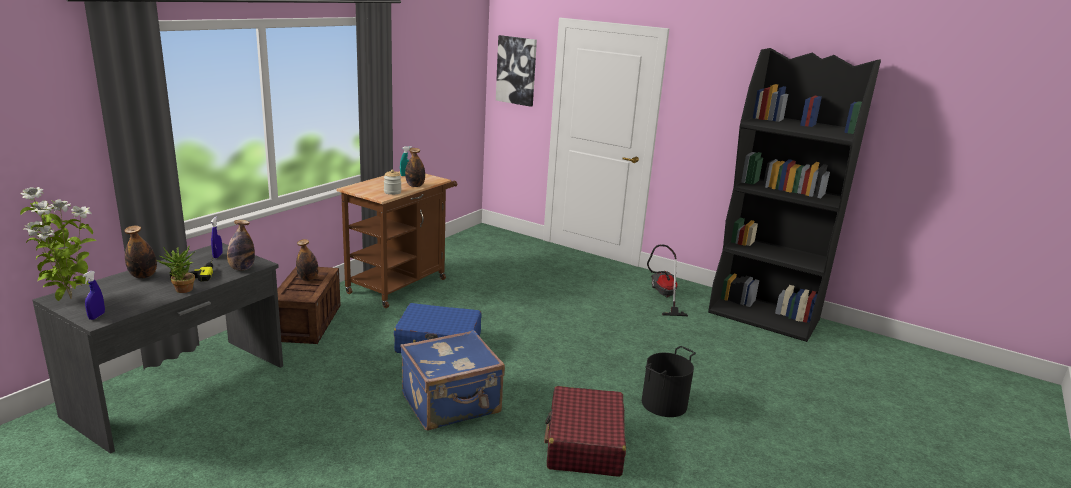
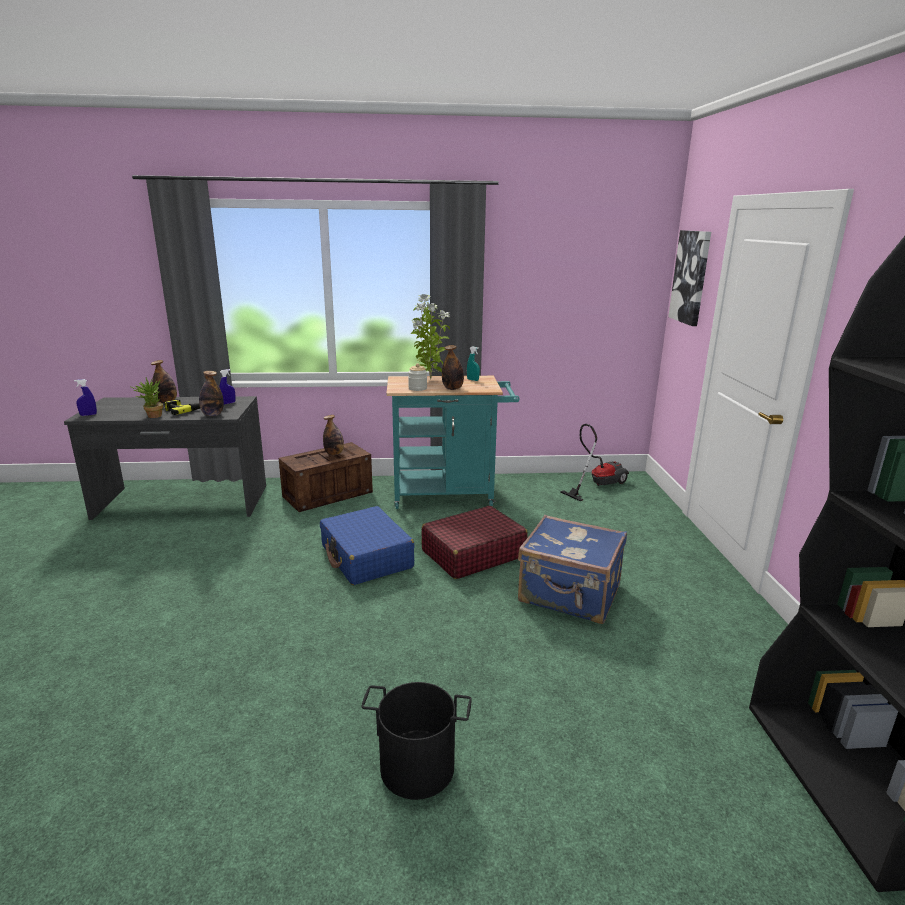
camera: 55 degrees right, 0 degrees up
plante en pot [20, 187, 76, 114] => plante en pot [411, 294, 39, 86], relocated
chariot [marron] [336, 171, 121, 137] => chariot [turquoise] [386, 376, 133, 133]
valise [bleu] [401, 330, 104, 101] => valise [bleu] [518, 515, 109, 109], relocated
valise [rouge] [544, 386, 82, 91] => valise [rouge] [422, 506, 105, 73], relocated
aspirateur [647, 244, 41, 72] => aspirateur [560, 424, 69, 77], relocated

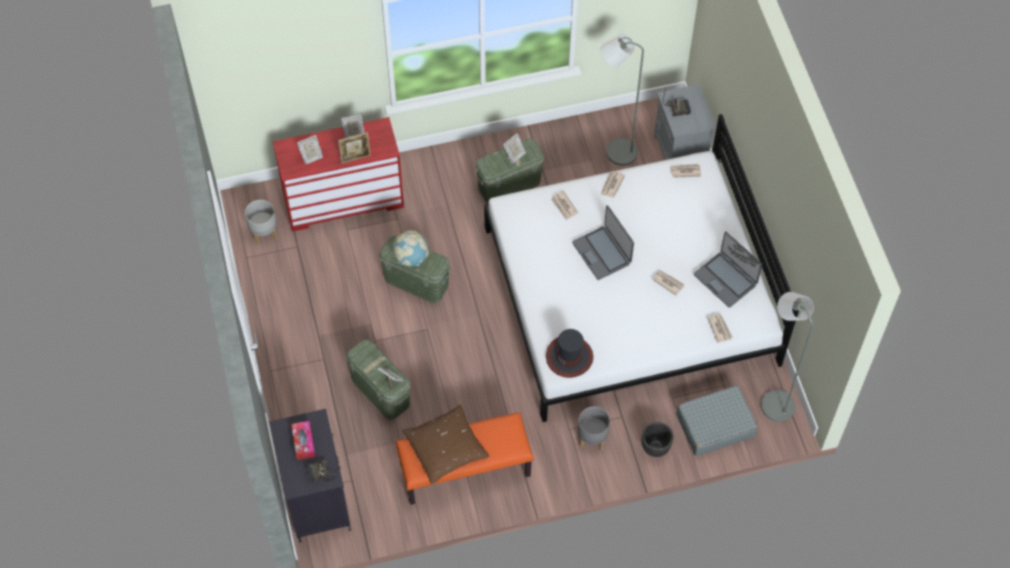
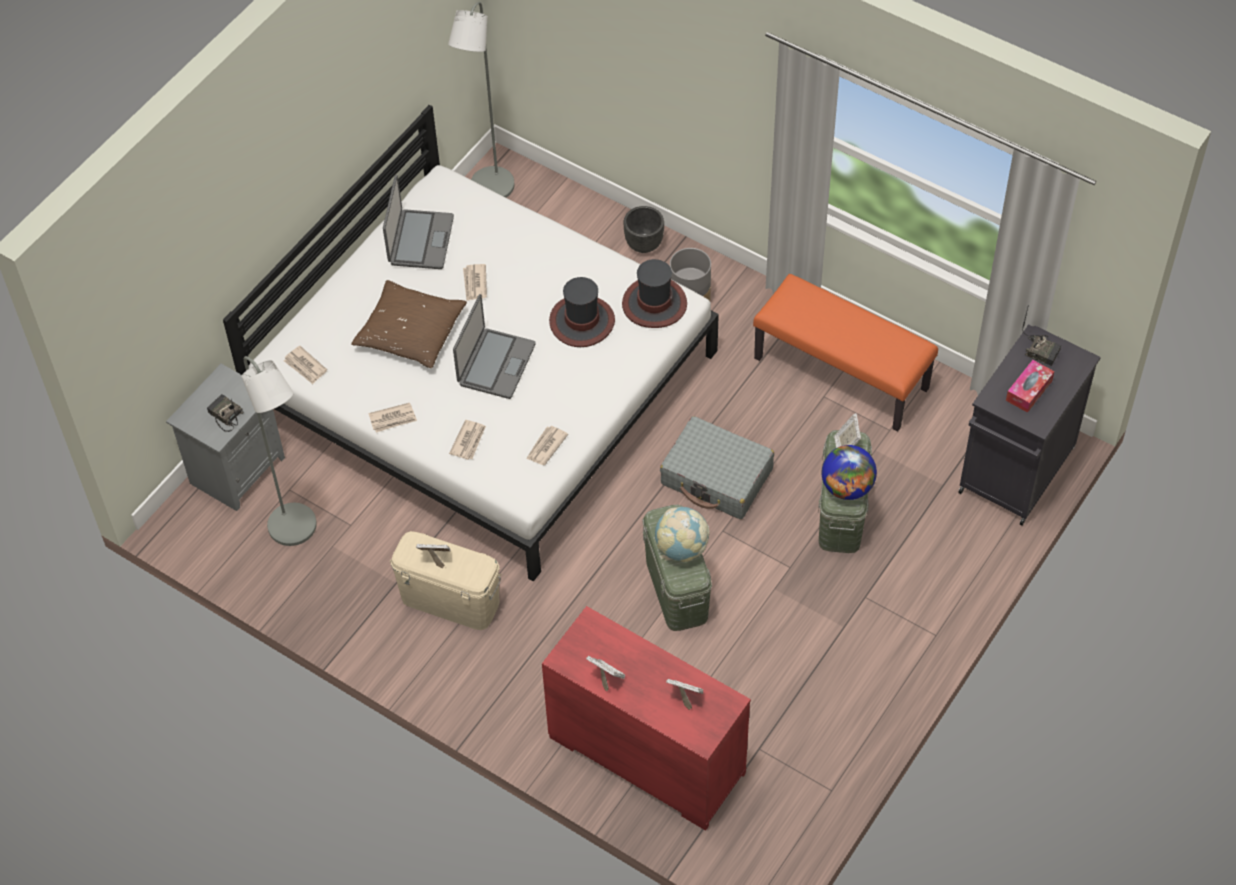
camera: 130 degrees left, 5 degrees down
cache-pot [gris] [245, 200, 32, 44] => nothing
cadre photo [338, 132, 33, 32] => nothing
coussin [marron] [403, 404, 87, 80] => coussin [marron] [351, 280, 116, 88], relocated
boîte de rangement [vert] [474, 139, 71, 65] => boîte de rangement [beige] [390, 531, 112, 99]
valise [gris] [676, 385, 82, 71] => valise [gris] [660, 416, 114, 103], relocated
journal [707, 314, 26, 29] => journal [526, 426, 42, 39], relocated
nothing => chapeau [549, 277, 66, 70]
nothing => globe [822, 445, 55, 55]

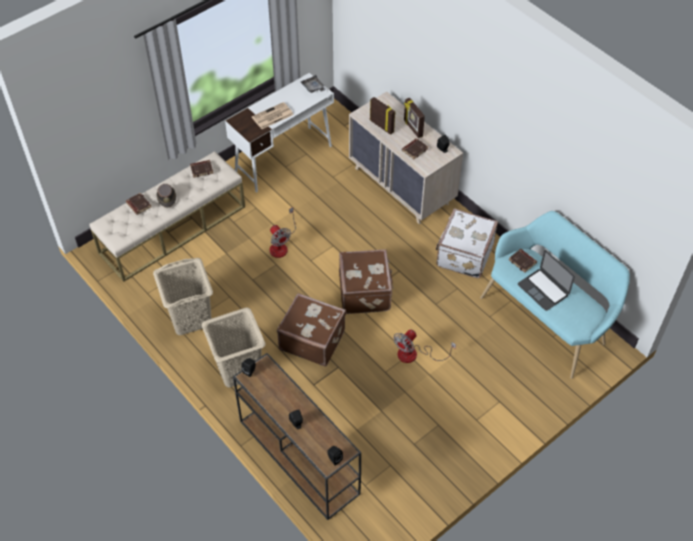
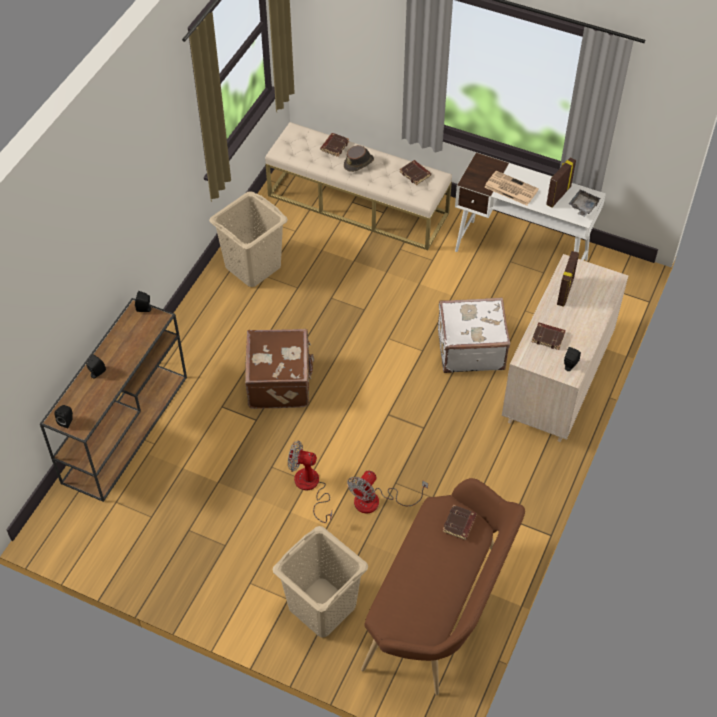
camera: 65 degrees right, 0 degrees up
panier à linge [beige] [202, 307, 63, 80] => panier à linge [beige] [272, 526, 96, 112], relocated
ventilateur [270, 207, 26, 51] => ventilateur [347, 470, 81, 44], relocated
valise [marron] [339, 249, 55, 65] => nothing
cadre photo [404, 98, 21, 40] => cadre photo [546, 157, 30, 51], relocated
valise [blanc] [436, 208, 62, 70] => valise [blanc] [438, 297, 72, 76], relocated
banc [turquoise] [480, 211, 150, 168] => banc [marron] [361, 478, 164, 217]
ordinateur portable [518, 250, 57, 61] => nothing

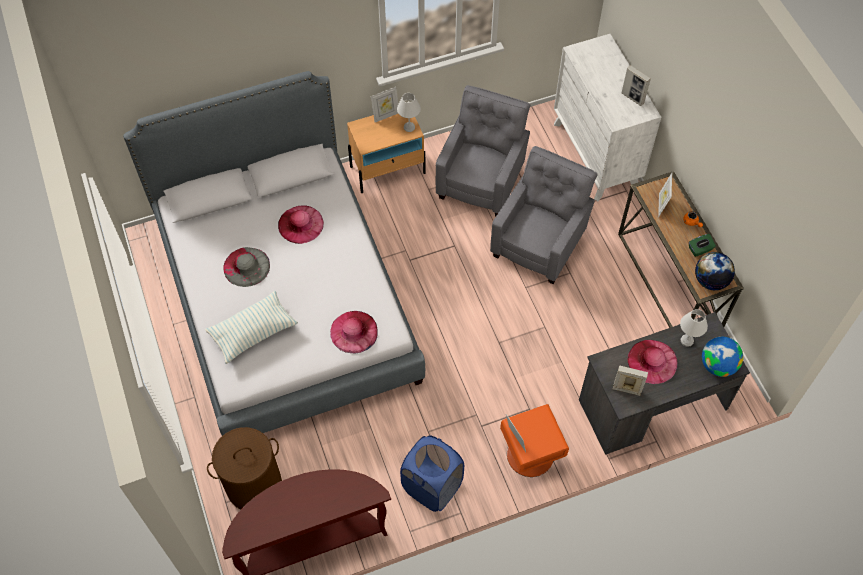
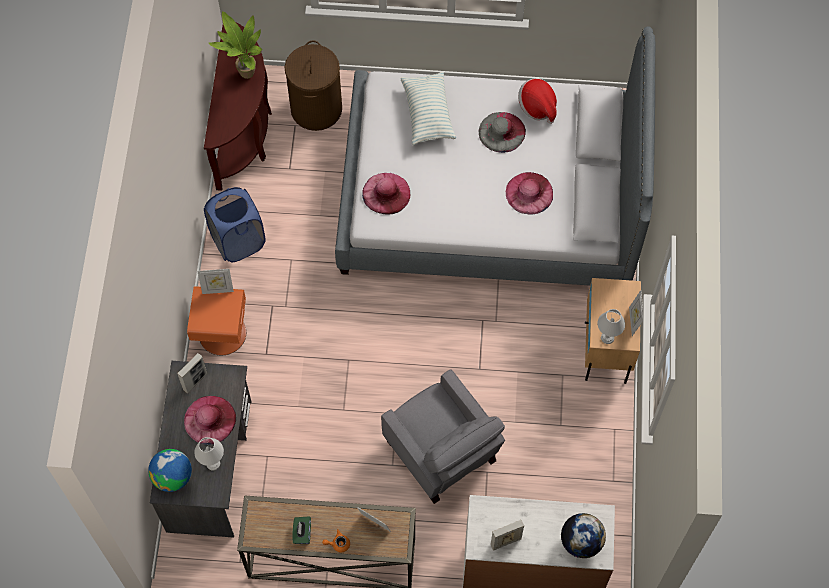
camera: 115 degrees right, 5 degrees up
fauteuil [gris] [436, 85, 94, 131] => nothing
globe [695, 252, 40, 38] => globe [561, 513, 45, 45], relocated
nothing => plante en pot [209, 11, 54, 68]
nothing => chapeau [518, 78, 39, 46]

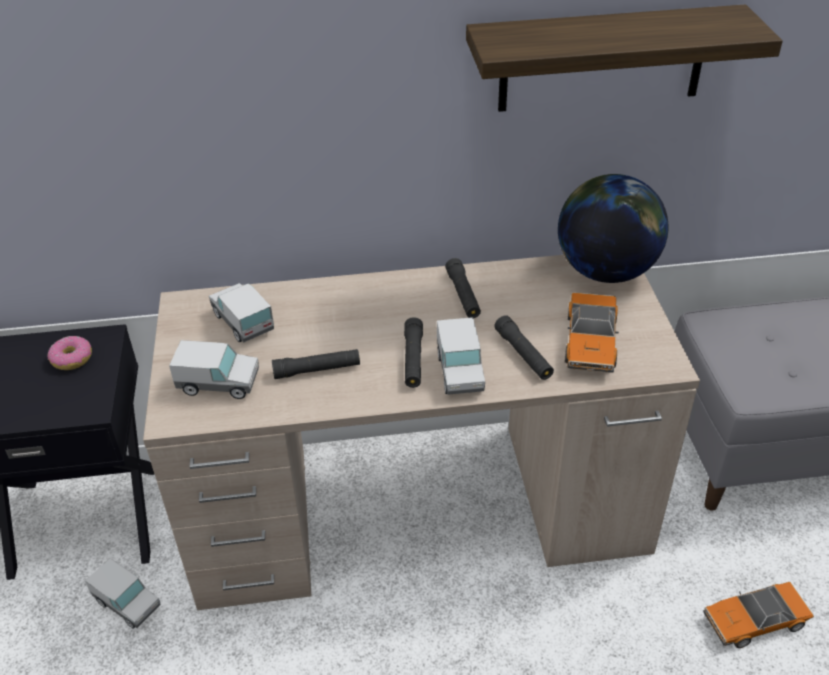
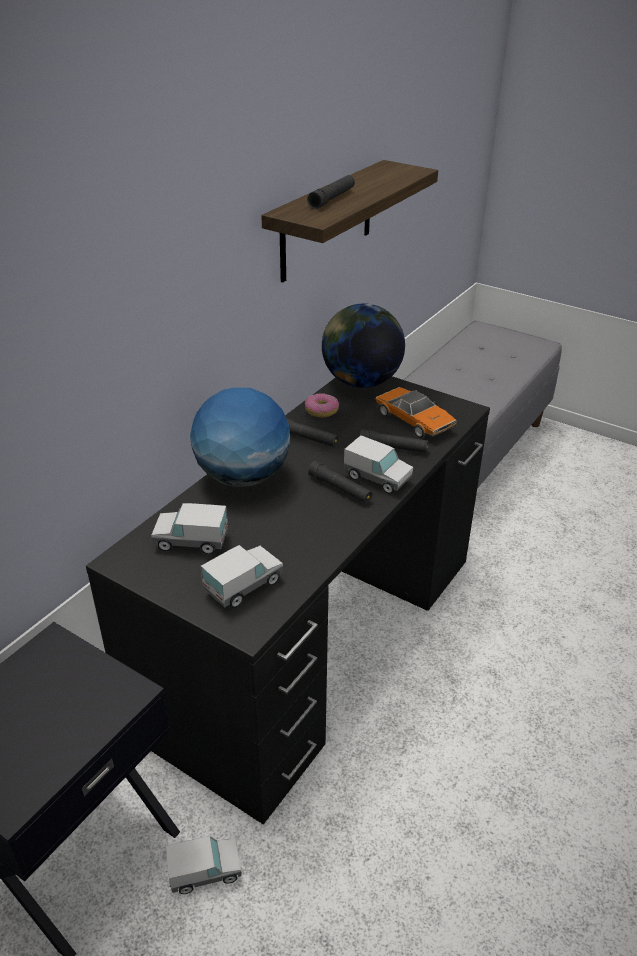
camera: 50 degrees left, 5 degrees down
beignet [47, 336, 45, 34] => beignet [305, 393, 34, 24], relocated
bureau [beige] [143, 255, 557, 355] => bureau [noir] [86, 376, 404, 449]
lampe de poche [noir] [272, 349, 88, 30] => lampe de poche [noir] [307, 175, 48, 34], relocated
petite voiture [703, 582, 111, 66] => nothing
nothing => globe [190, 388, 100, 99]

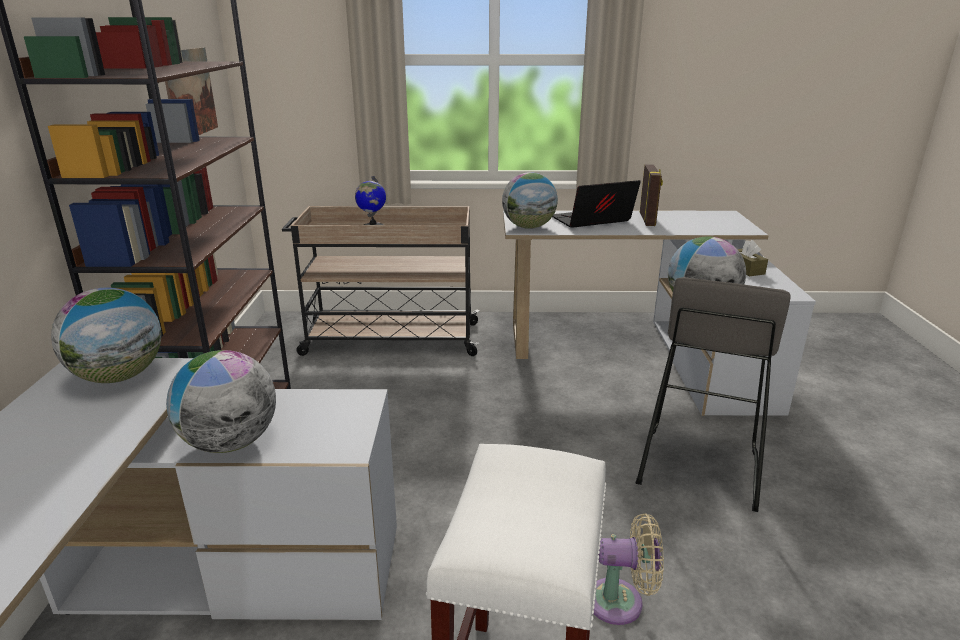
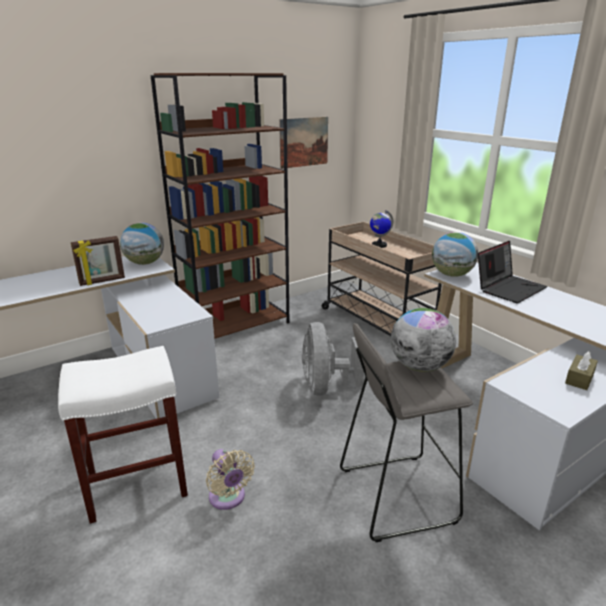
camera: 55 degrees right, 0 degrees up
globe [166, 350, 110, 103] => nothing
ordinateur portable [552, 180, 89, 48] => ordinateur portable [478, 241, 69, 62], 105 degrees clockwise
cadre photo [640, 164, 23, 62] => cadre photo [71, 236, 54, 50], relocated
nothing => ventilateur [gris] [302, 322, 62, 74]

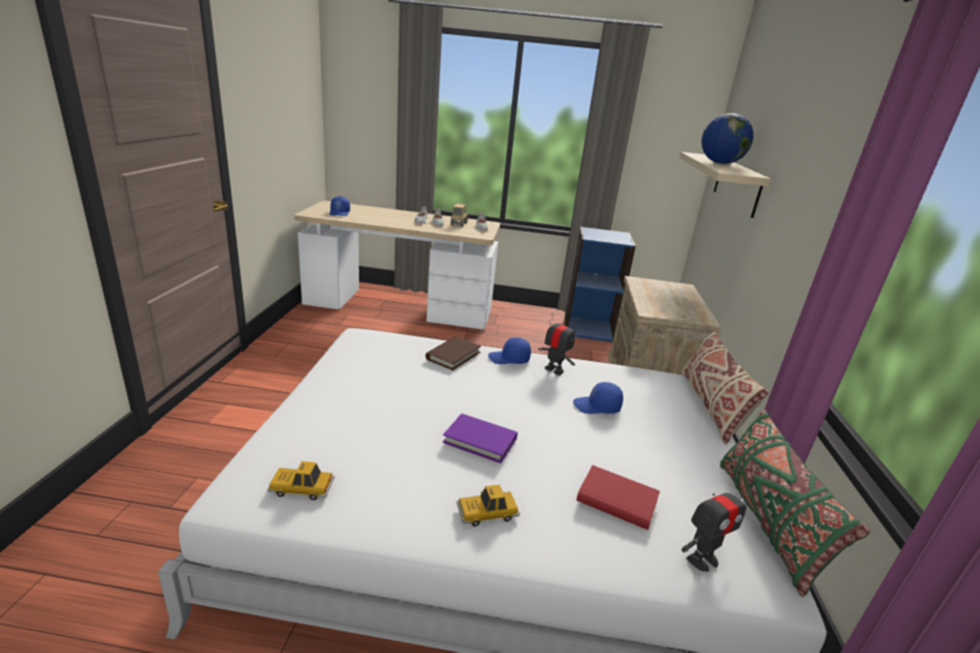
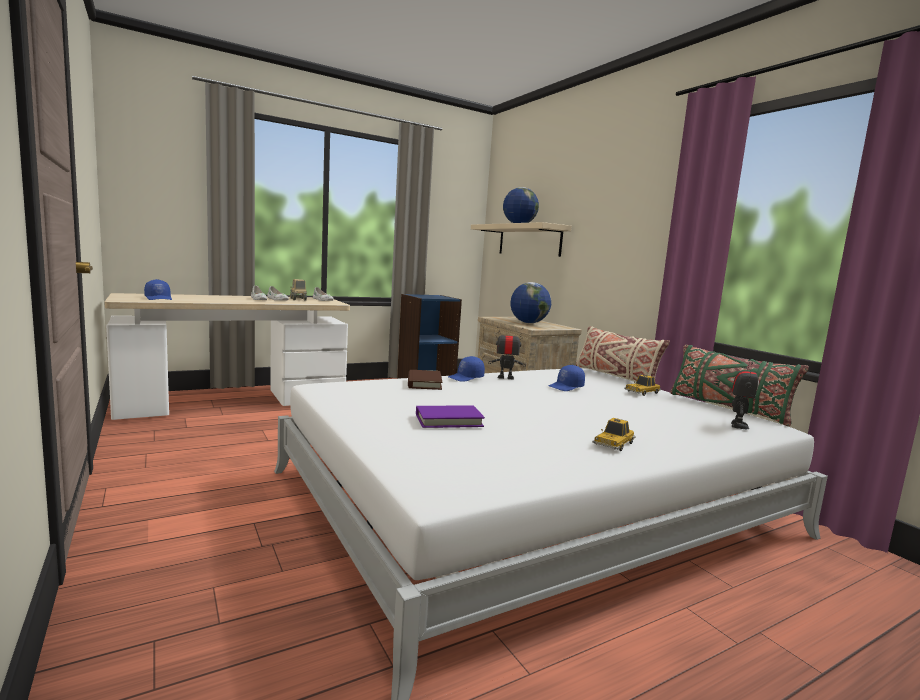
camera: 35 degrees left, 15 degrees down
petite voiture [267, 461, 68, 39] => petite voiture [624, 375, 37, 21], relocated
livre [violet] [443, 414, 75, 49] => livre [violet] [416, 406, 69, 22], relocated
livre [rouge] [577, 465, 83, 65] => nothing
nothing => globe [511, 282, 40, 41]

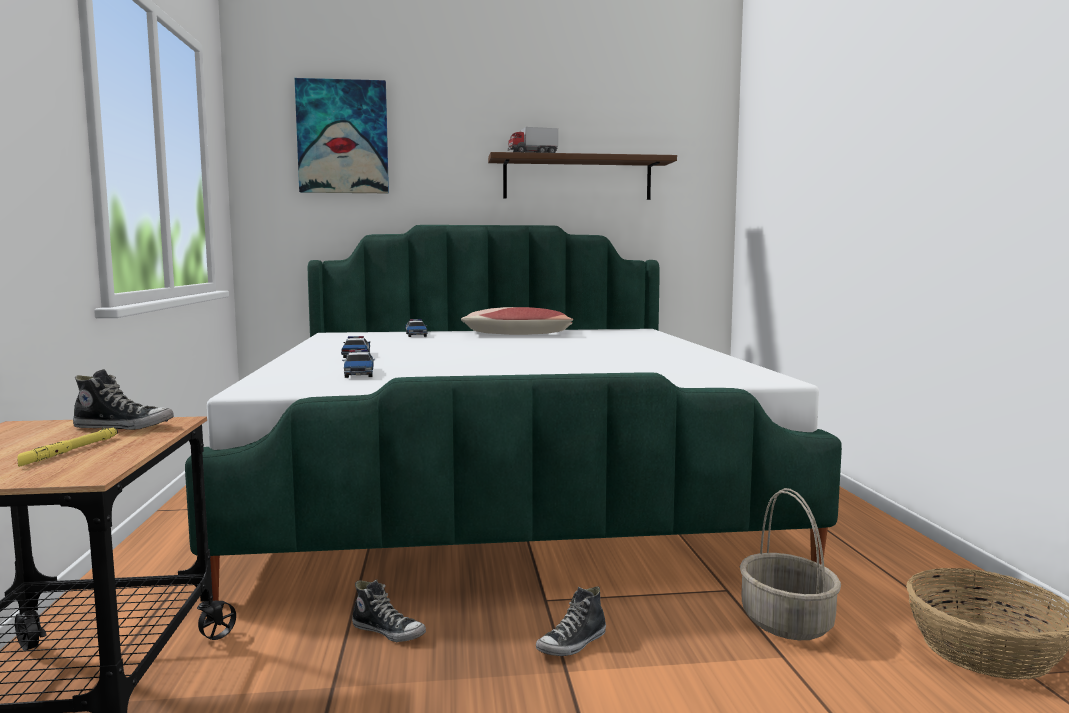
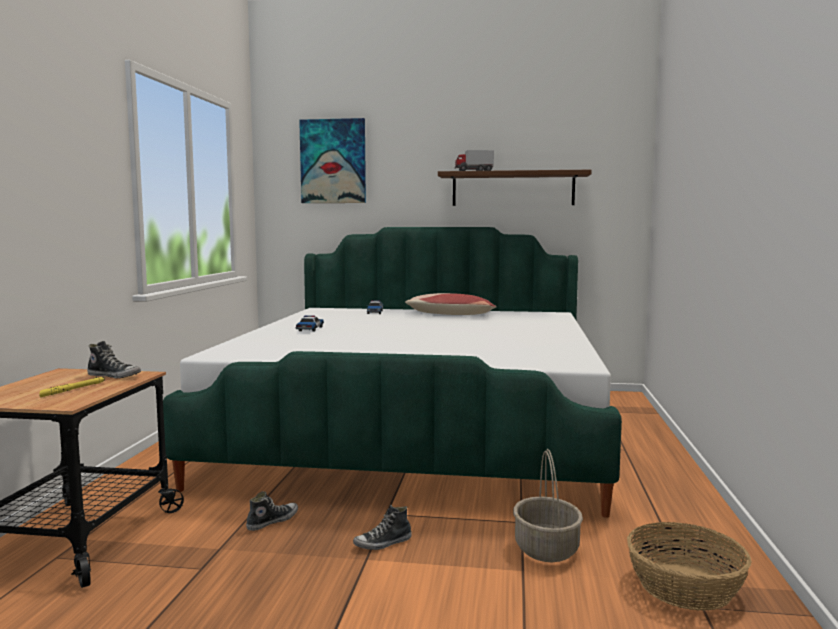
camera: 15 degrees right, 0 degrees up
petite voiture [342, 350, 33, 28] => nothing
chaussure [352, 579, 74, 63] => chaussure [246, 491, 52, 40], 90 degrees counterclockwise

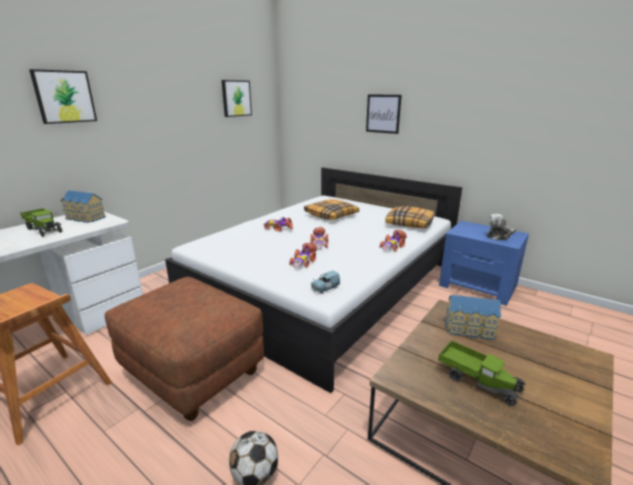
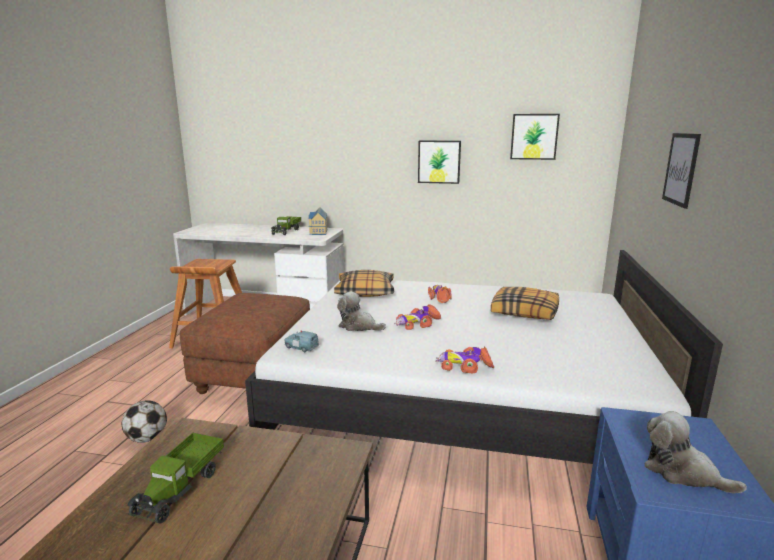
camera: 65 degrees right, 5 degrees down
tableau [29, 69, 68, 55] => tableau [418, 140, 43, 44], relocated
petite voiture [289, 243, 28, 25] => peluche [337, 292, 49, 39]
coussin [385, 206, 49, 22] => coussin [334, 270, 60, 27], relocated
maison miniature [445, 295, 56, 45] => nothing

